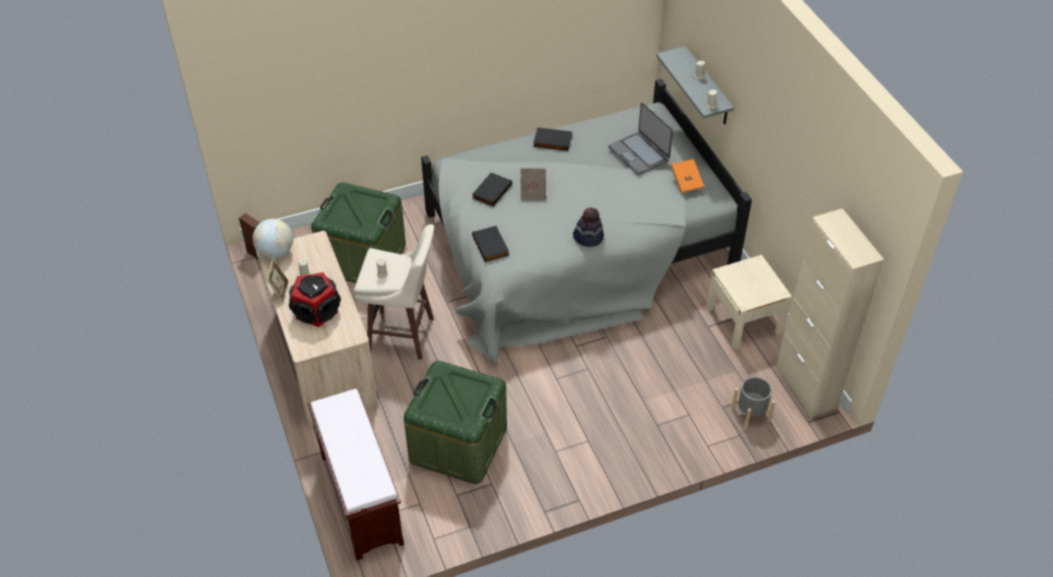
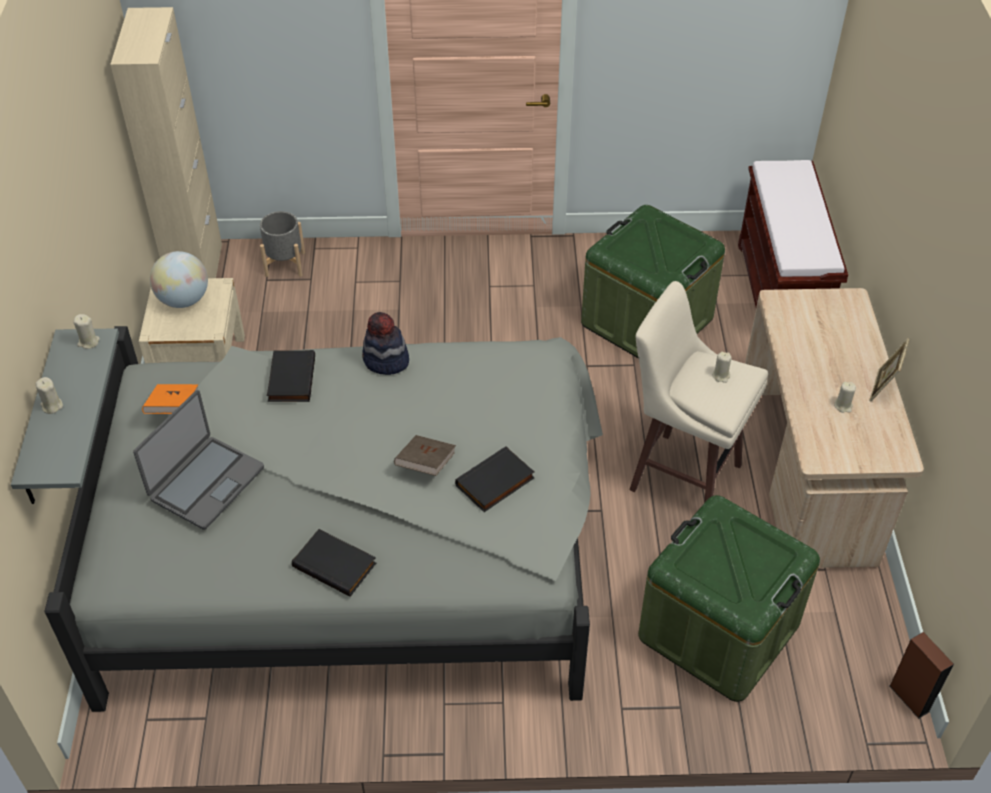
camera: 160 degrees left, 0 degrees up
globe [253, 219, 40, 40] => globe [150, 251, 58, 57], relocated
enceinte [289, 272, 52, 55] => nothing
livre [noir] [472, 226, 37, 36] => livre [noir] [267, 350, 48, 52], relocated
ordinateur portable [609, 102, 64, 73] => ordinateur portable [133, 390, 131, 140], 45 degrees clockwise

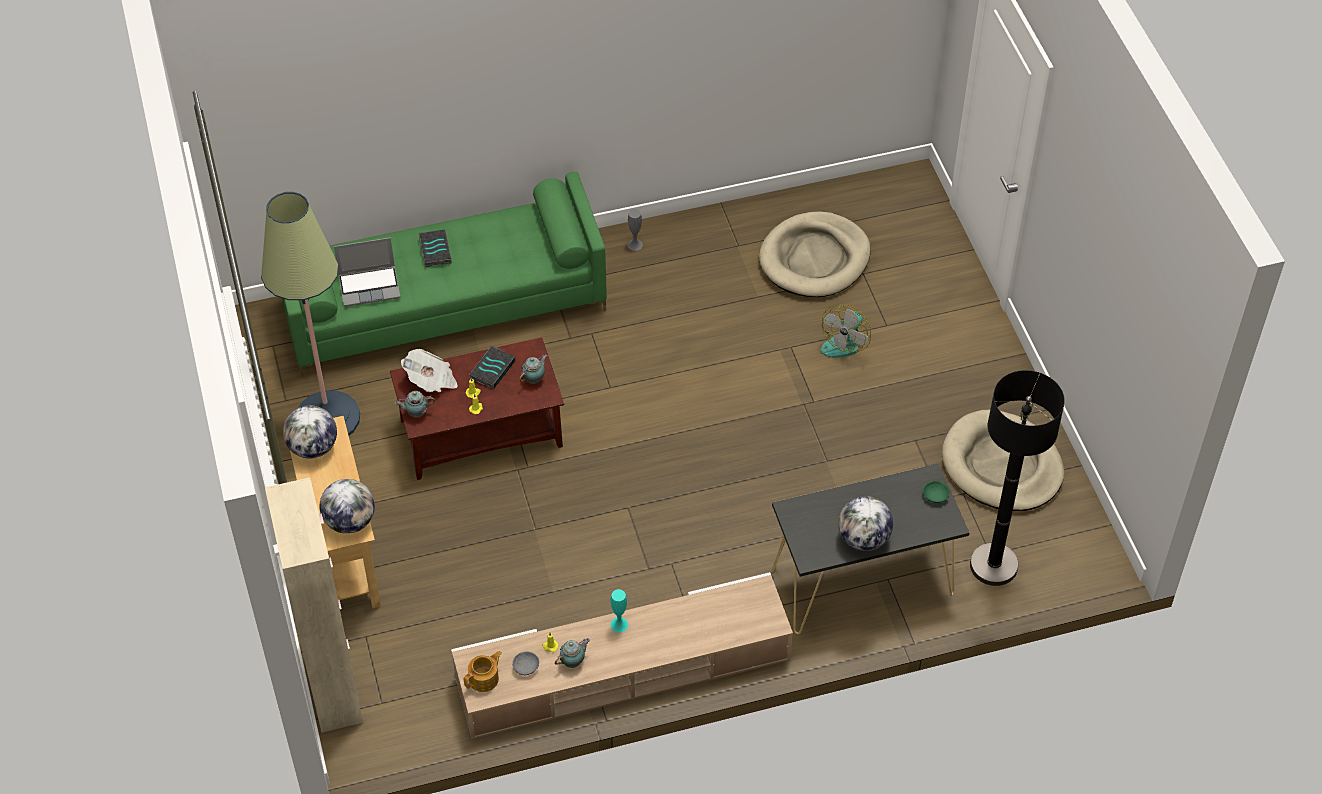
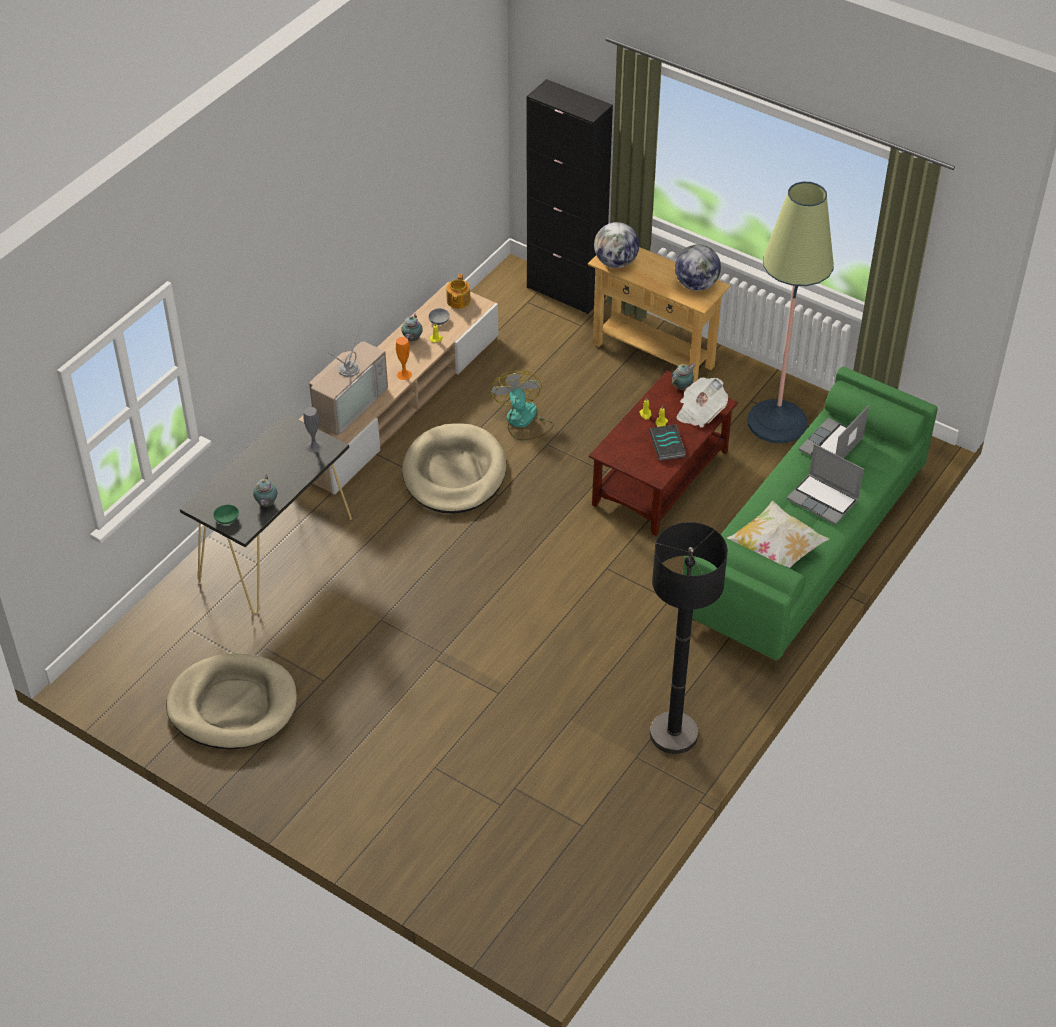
camera: 140 degrees right, 5 degrees down
meuble de rangement [beige] [265, 477, 98, 256] => meuble de rangement [noir] [527, 79, 86, 235]
livre [419, 229, 32, 38] => ordinateur portable [787, 444, 77, 81]
théière [519, 355, 28, 29] => théière [253, 475, 24, 32], relocated
vase [turquoise] [610, 589, 18, 43] => vase [orange] [396, 337, 16, 43]
vase [gris] [628, 209, 15, 42] => vase [gris] [303, 407, 20, 46], relocated
panier pour chien [beige] [759, 211, 111, 86] => panier pour chien [beige] [402, 423, 104, 91], relocated
ventilateur [820, 305, 51, 53] => ventilateur [491, 370, 63, 71], relocated
globe [838, 496, 55, 55] => nothing
lampadaire [noir] [970, 370, 95, 216] => lampadaire [noir] [650, 522, 78, 232], relocated
nothing => téléviseur [309, 322, 79, 114]
nothing => coussin [727, 500, 102, 68]

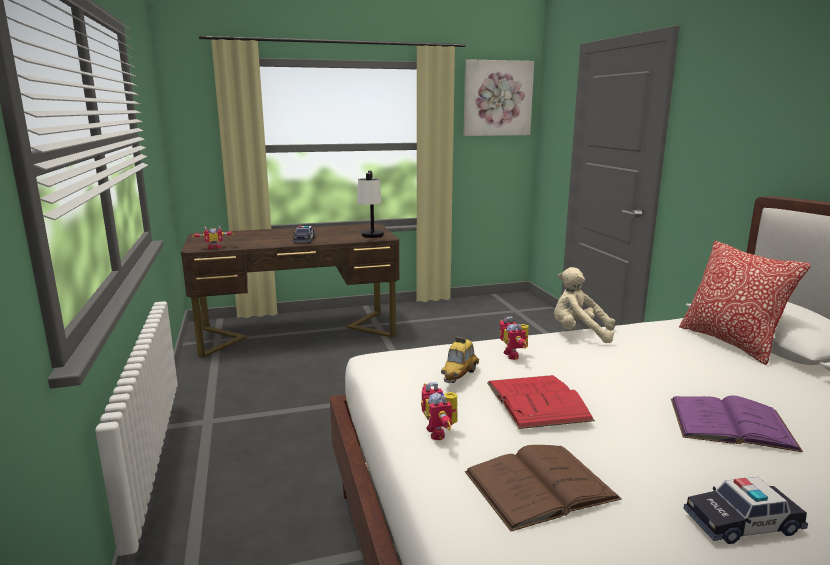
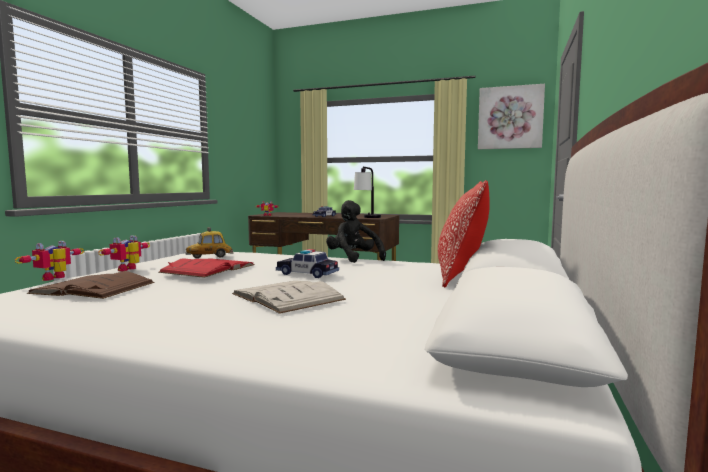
camera: 35 degrees right, 10 degrees down
robot jouet [499, 316, 30, 44] => robot jouet [15, 241, 69, 40], relocated
peluche [beige] [554, 267, 61, 76] => peluche [noir] [326, 200, 60, 63]
livre [violet] [671, 396, 132, 56] => livre [blanc] [232, 281, 114, 33]
petite voiture [683, 477, 125, 67] => petite voiture [276, 249, 63, 29], relocated

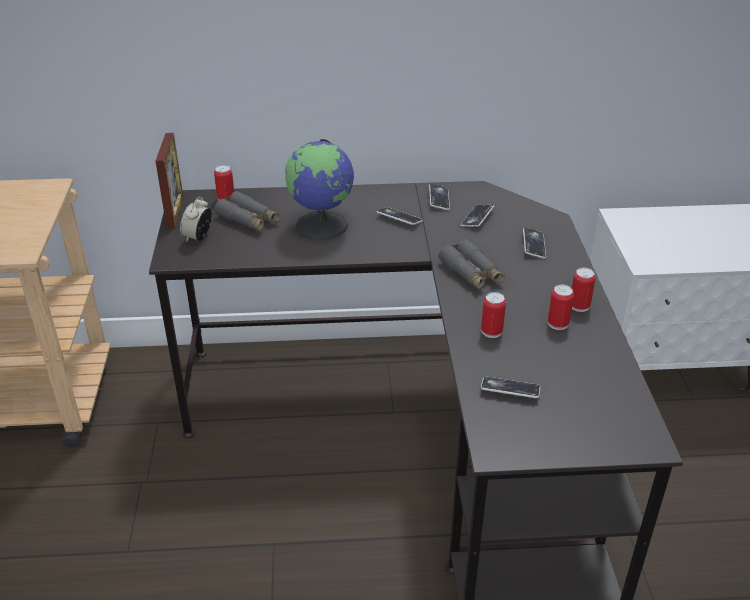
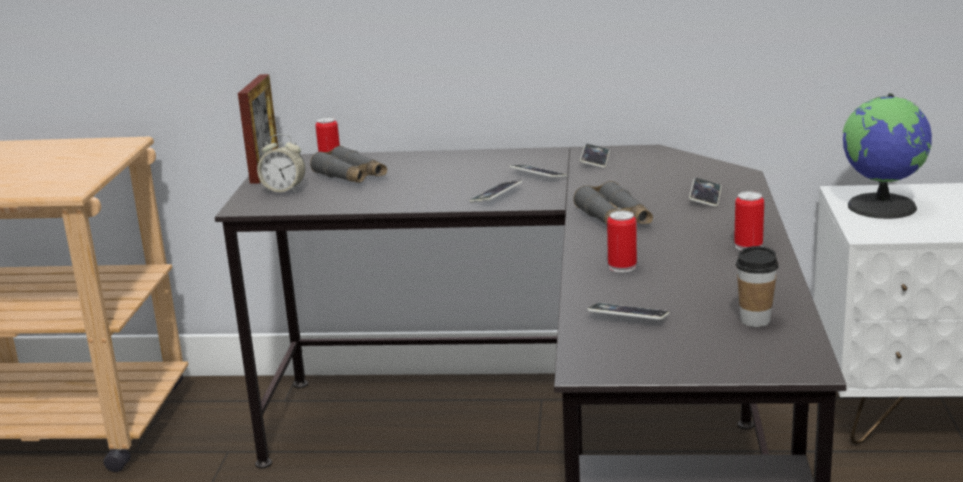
camera: 10 degrees right, 15 degrees down
réveil [180, 196, 32, 46] => réveil [257, 134, 48, 59], 105 degrees counterclockwise
globe [285, 139, 69, 101] => globe [843, 93, 89, 126], relocated
téléphone [460, 205, 34, 22] => téléphone [469, 180, 53, 22], relocated
boîte métallique [548, 285, 26, 45] => nothing
nothing => tasse [736, 246, 43, 81]

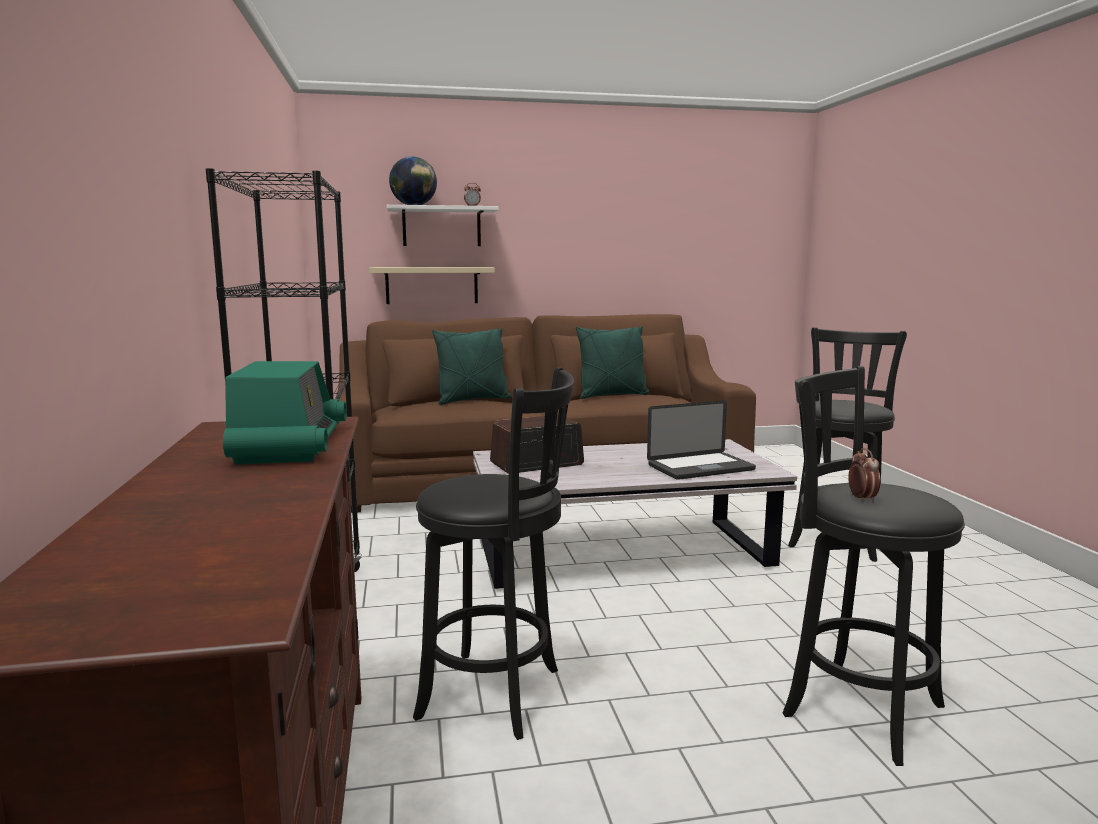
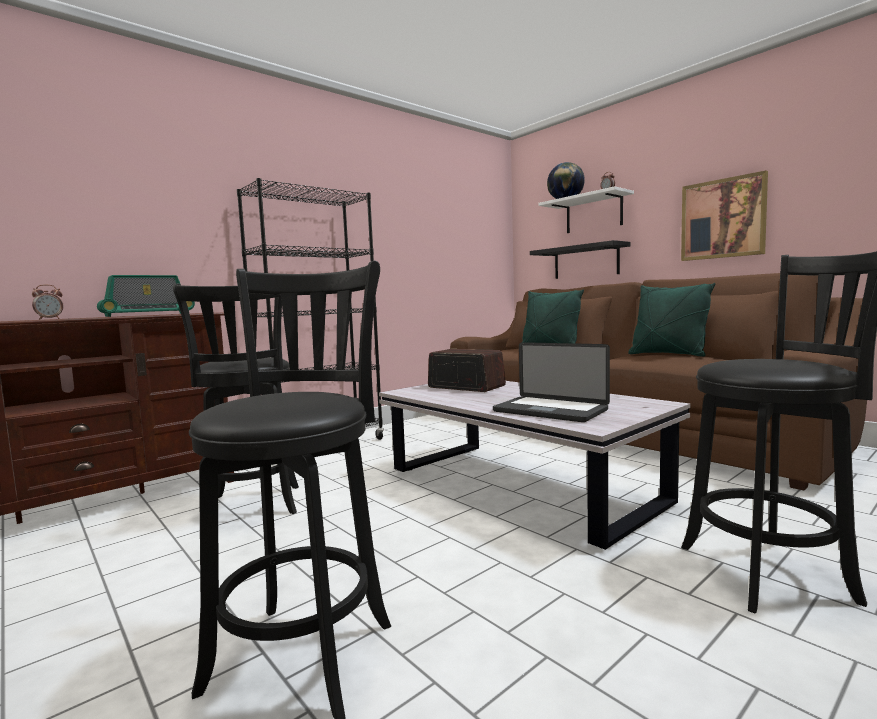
camera: 60 degrees right, 5 degrees down
étagère [beige] [369, 267, 126, 37] => étagère [noir] [530, 240, 100, 39]
réveil [848, 448, 33, 55] => réveil [32, 284, 32, 35], relocated
nothing => tableau [681, 171, 87, 90]

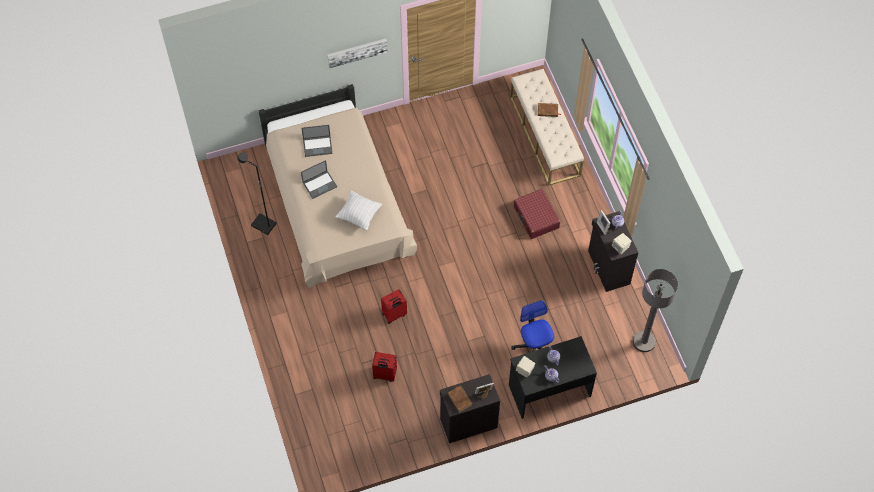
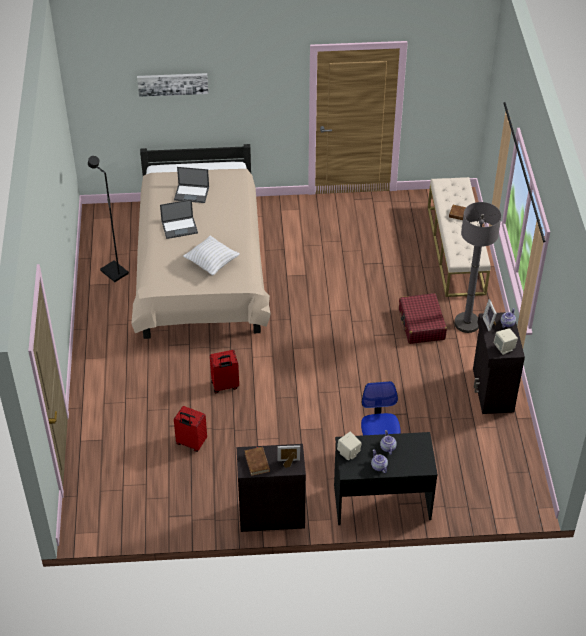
camera: 15 degrees right, 15 degrees down
tableau [327, 38, 61, 30] => tableau [137, 73, 71, 24], relocated
lampadaire [gris] [633, 269, 45, 83] => lampadaire [gris] [454, 202, 47, 131], relocated

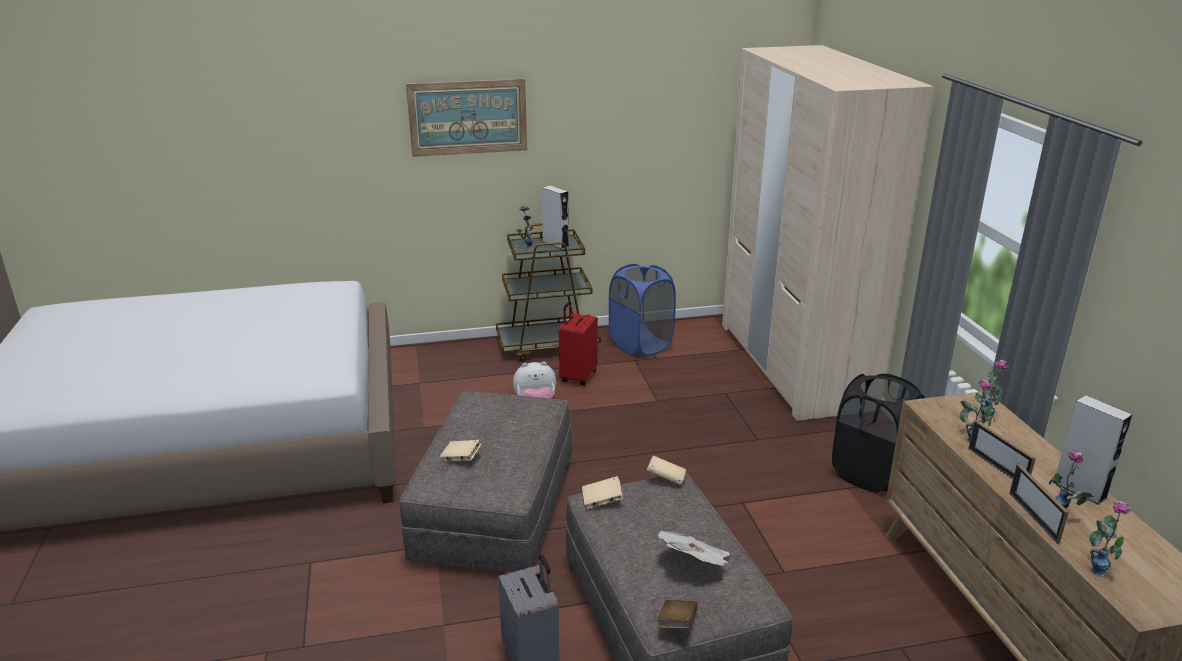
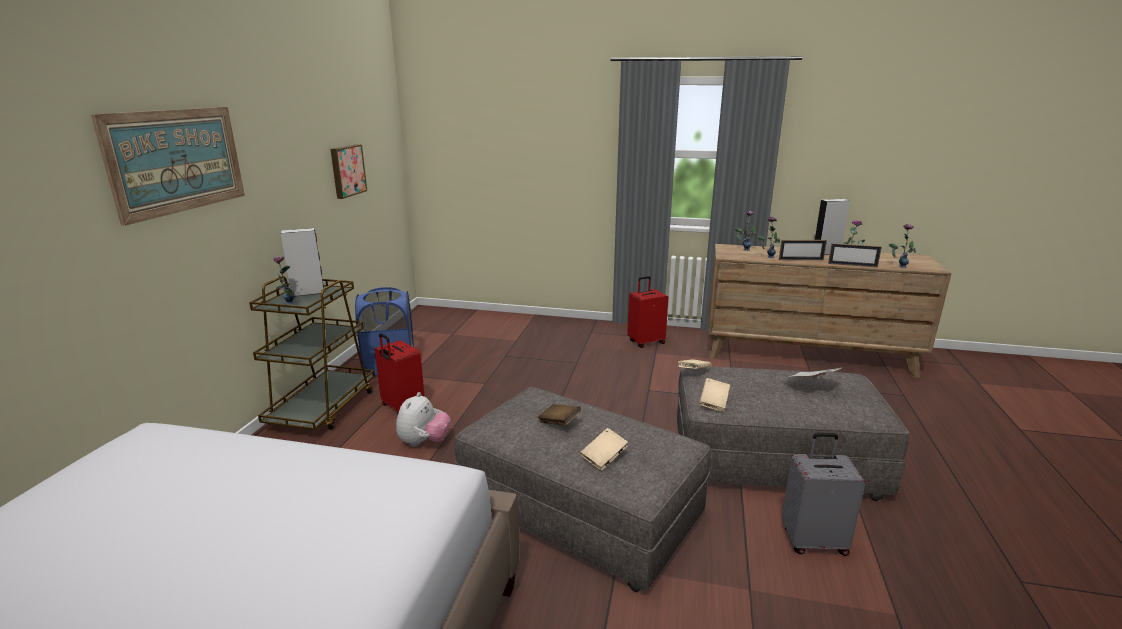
camera: 65 degrees left, 5 degrees down
livre [marron] [657, 600, 41, 28] => livre [marron] [538, 404, 43, 22], relocated
armoire [beige] [722, 45, 212, 376] => nothing
panier à linge [noir] [832, 374, 93, 119] => valise [rouge] [627, 276, 42, 72]
nothing => tableau [330, 144, 37, 55]

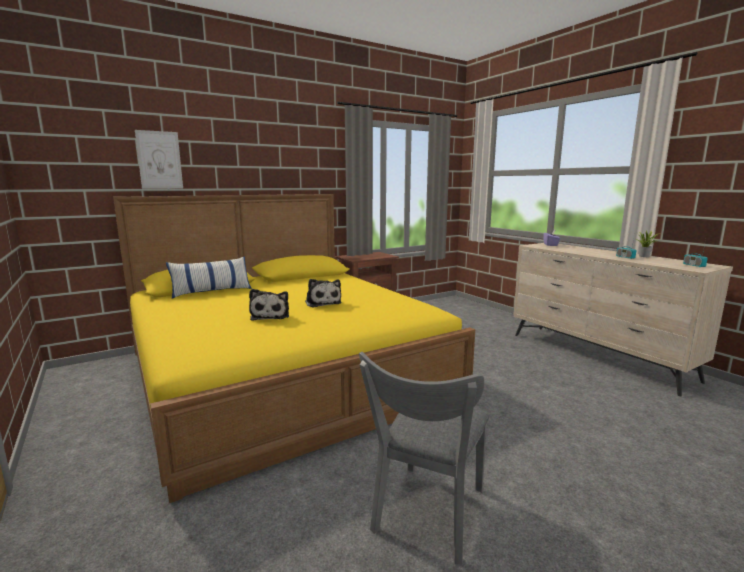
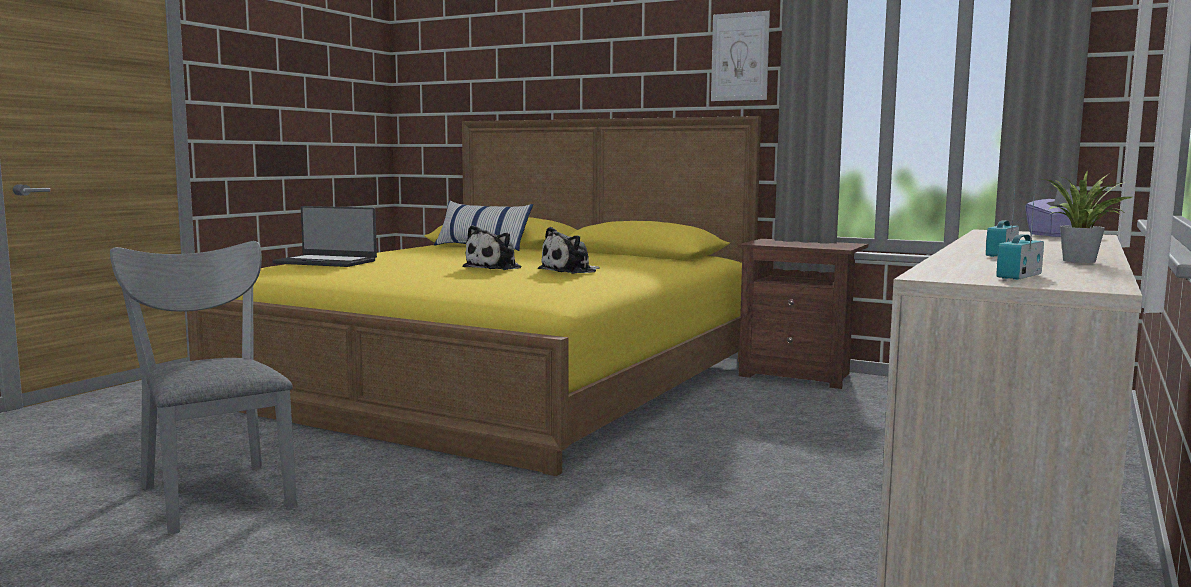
camera: 60 degrees right, 5 degrees down
tableau [135, 130, 48, 59] => tableau [711, 11, 59, 90], relocated
peluche [249, 289, 40, 32] => peluche [538, 227, 62, 47], relocated
chaise [gris] [359, 352, 130, 212] => chaise [gris] [110, 241, 187, 293], 60 degrees clockwise
nothing => ordinateur portable [272, 206, 105, 61]

